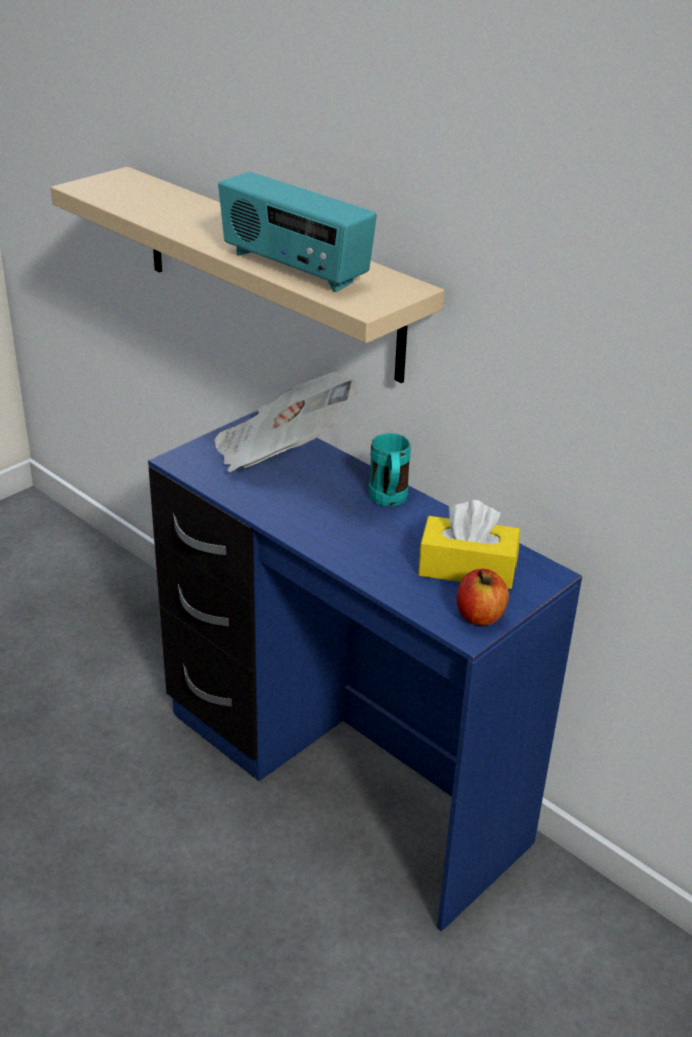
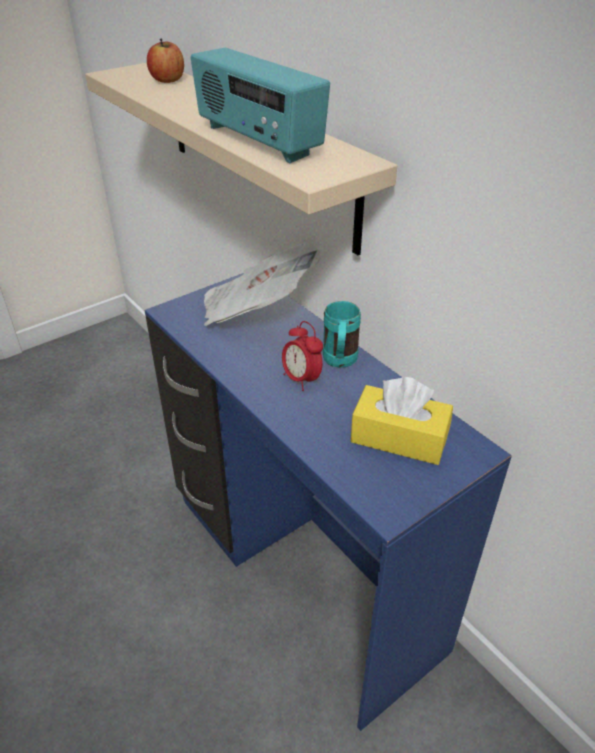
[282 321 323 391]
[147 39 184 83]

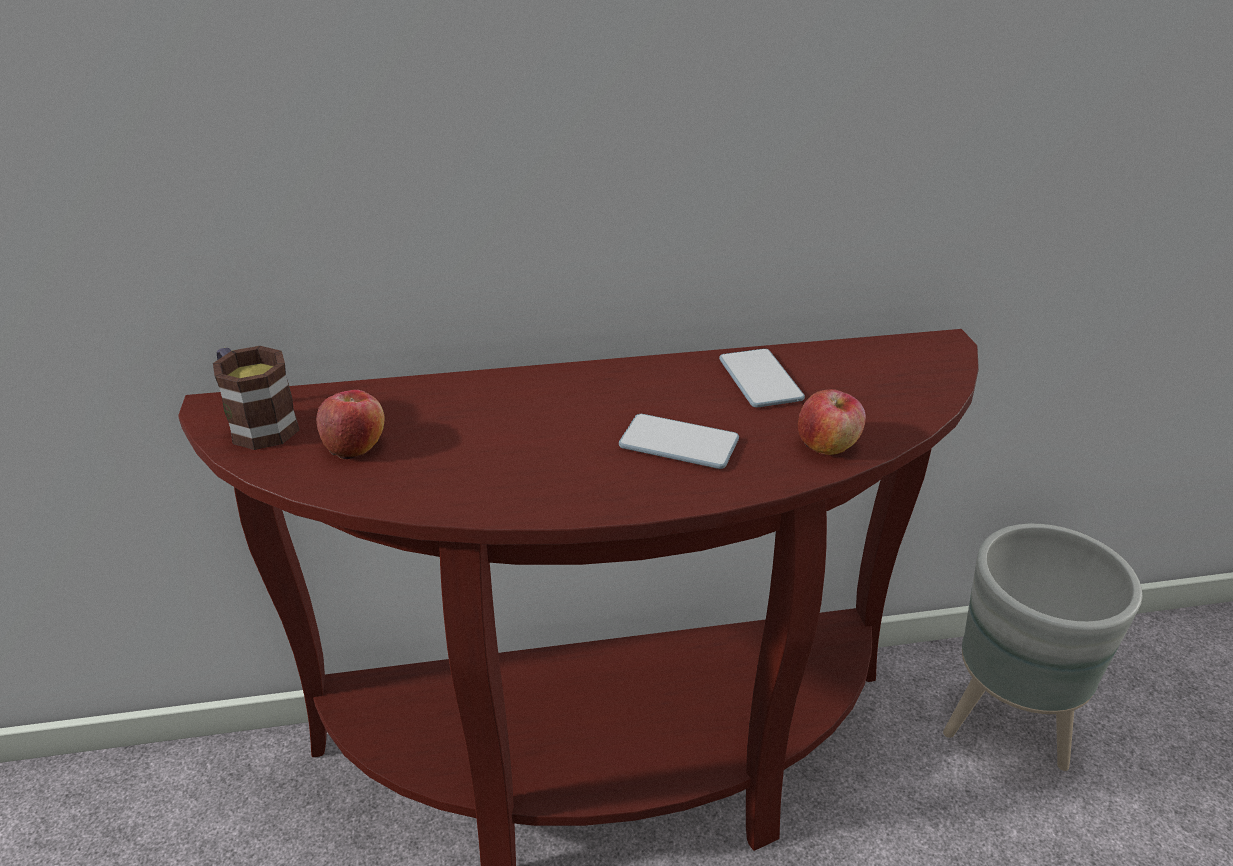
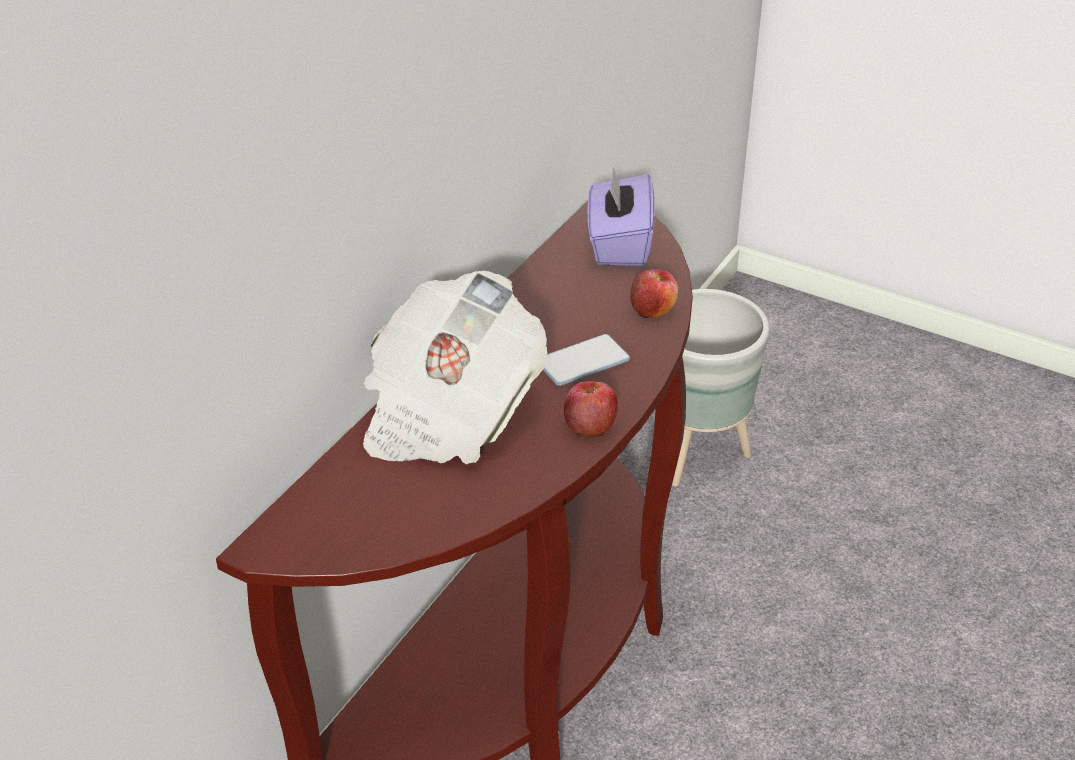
[213 346 299 450] (first image)
[719 349 805 408] (first image)
[363 271 548 464]
[588 167 654 266]
[564 381 618 439]

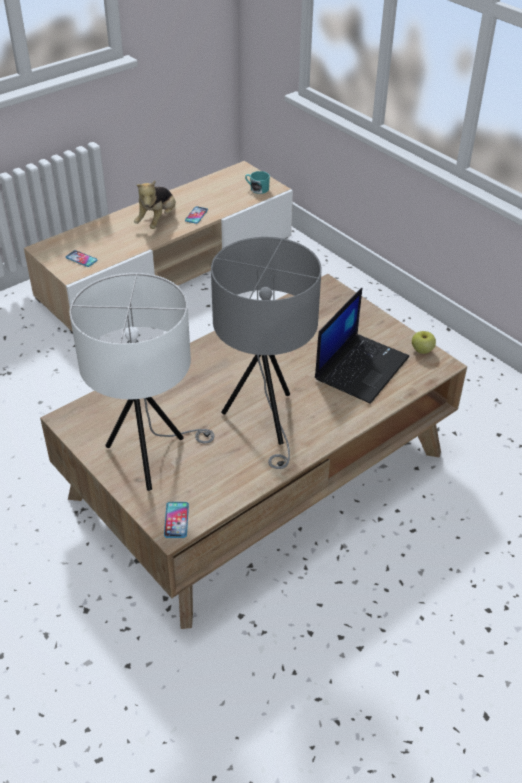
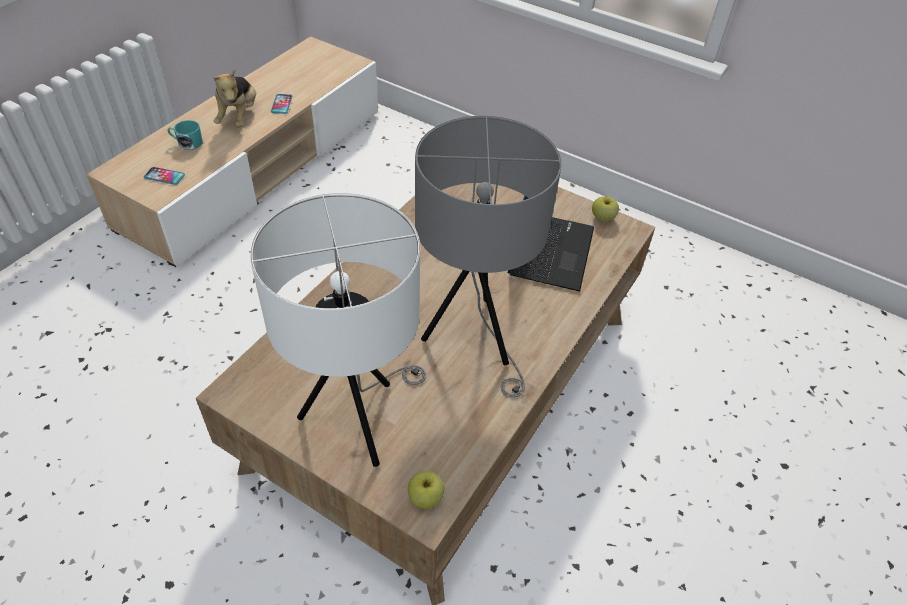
[168 120 203 150]
[408 471 444 509]

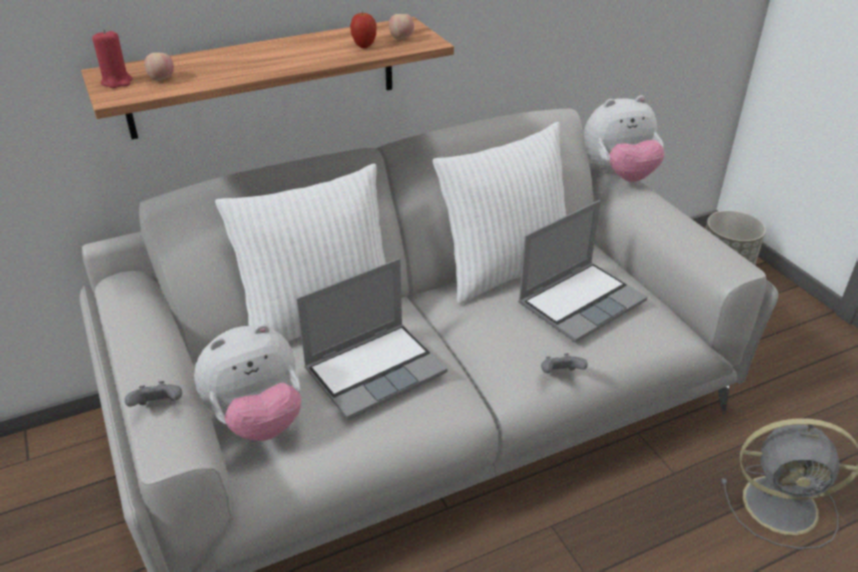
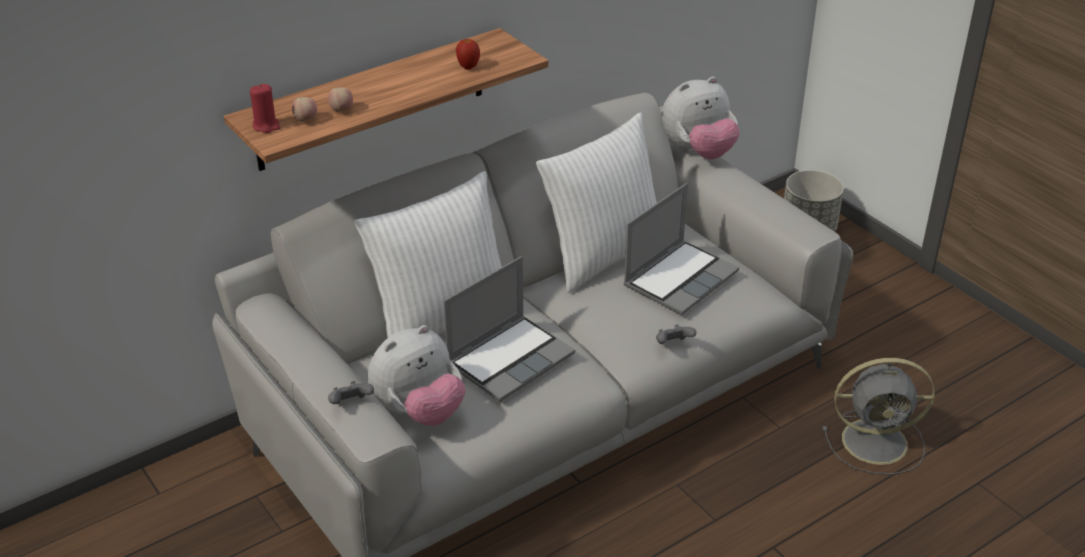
[328 87 353 112]

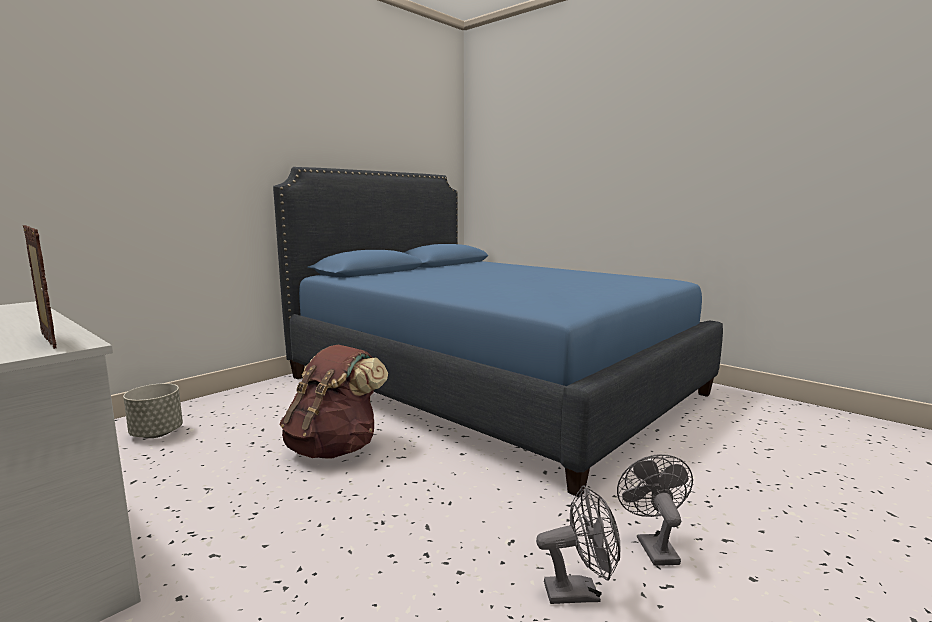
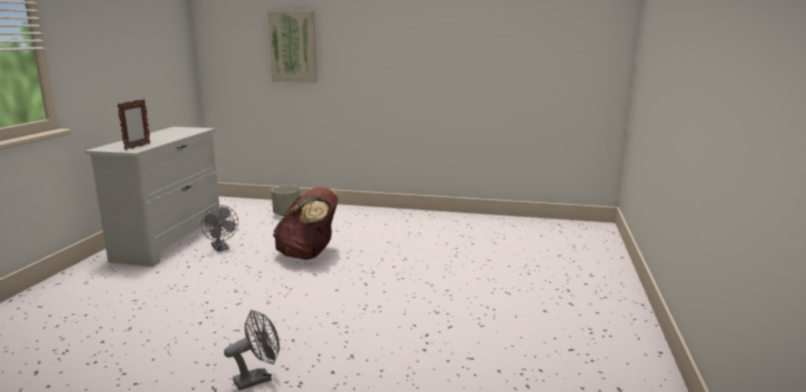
[273 167 723 497] (first image)
[268 11 317 83]
[201 205 238 252]

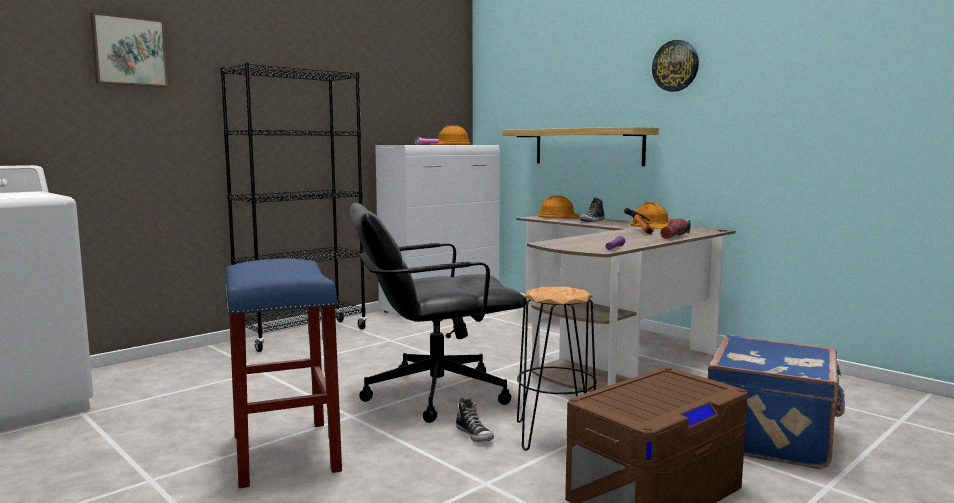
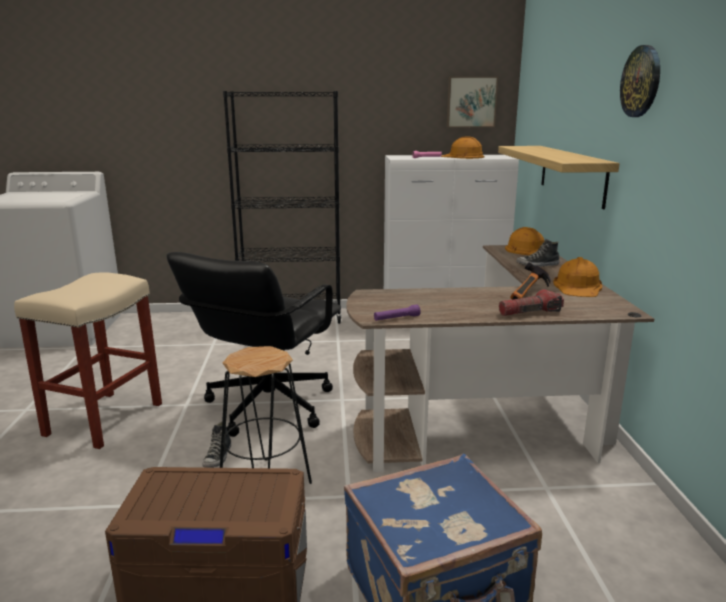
[447 76 498 127]
[14 272 162 449]
[167 252 341 437]

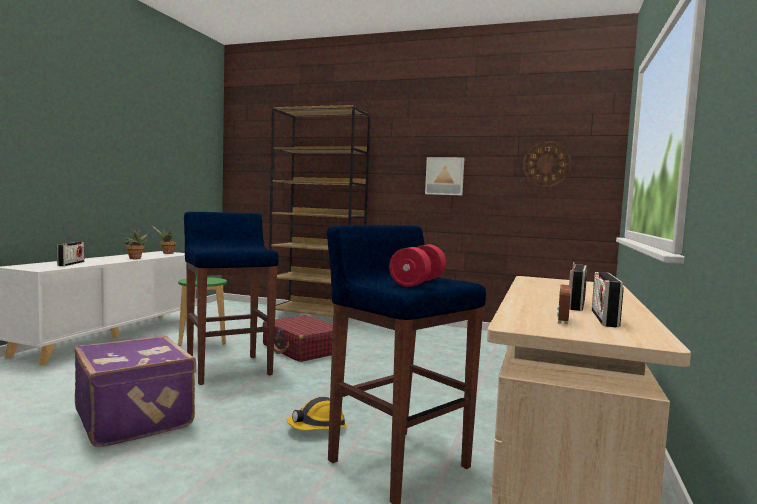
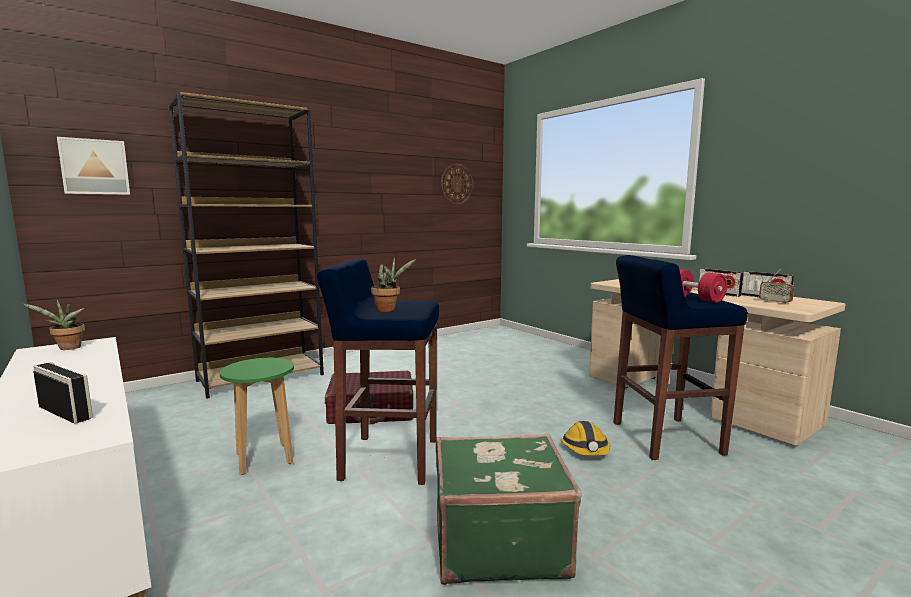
[371 257 416 312]
[57 137 130 195]
[436 434 582 585]

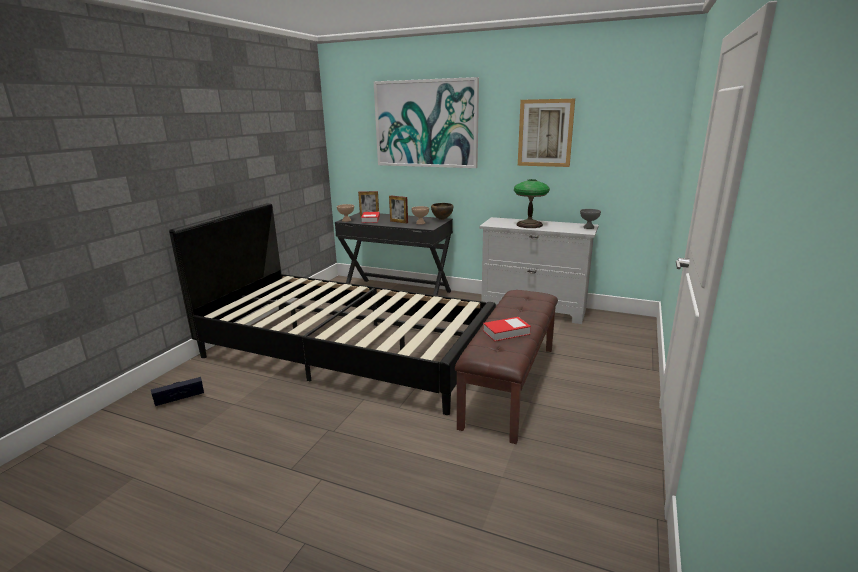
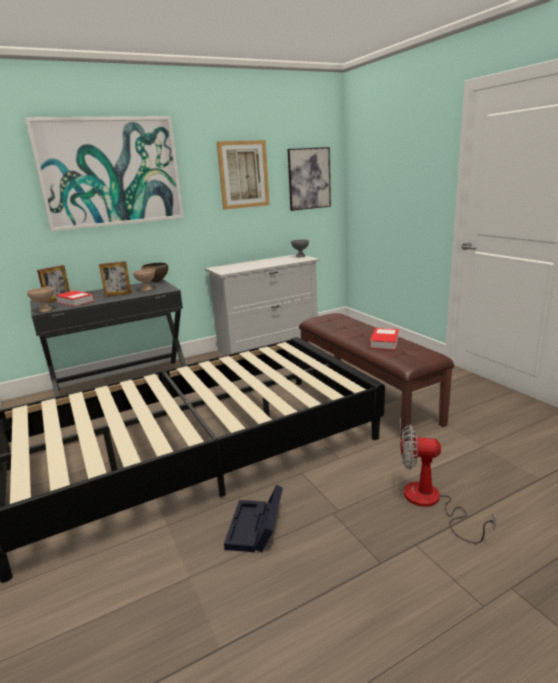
[514 179 550 228] (first image)
[288 147 331 211]
[401 424 496 543]
[224 485 283 552]

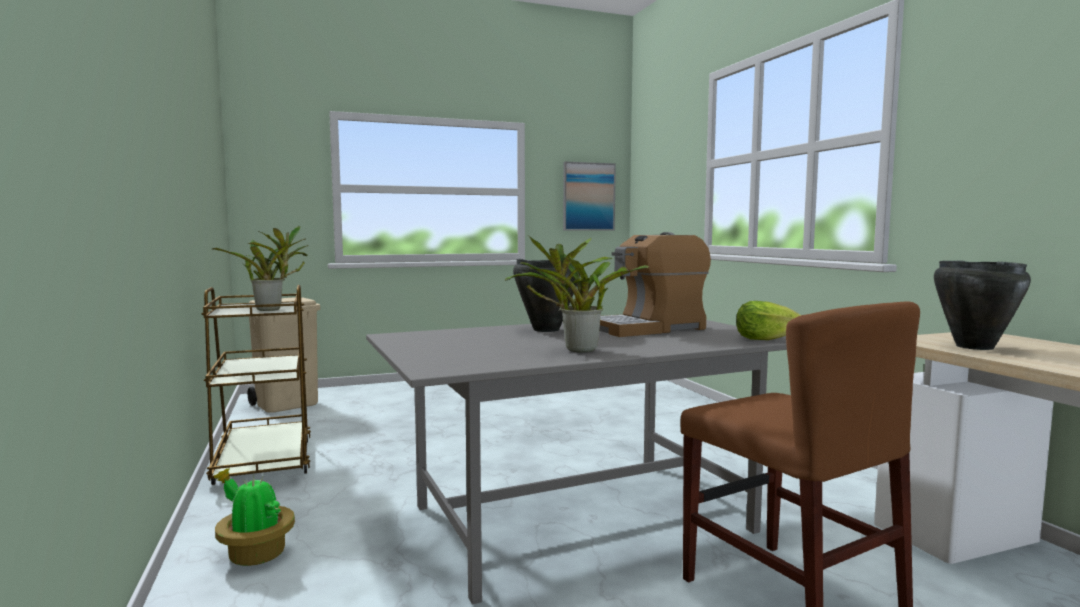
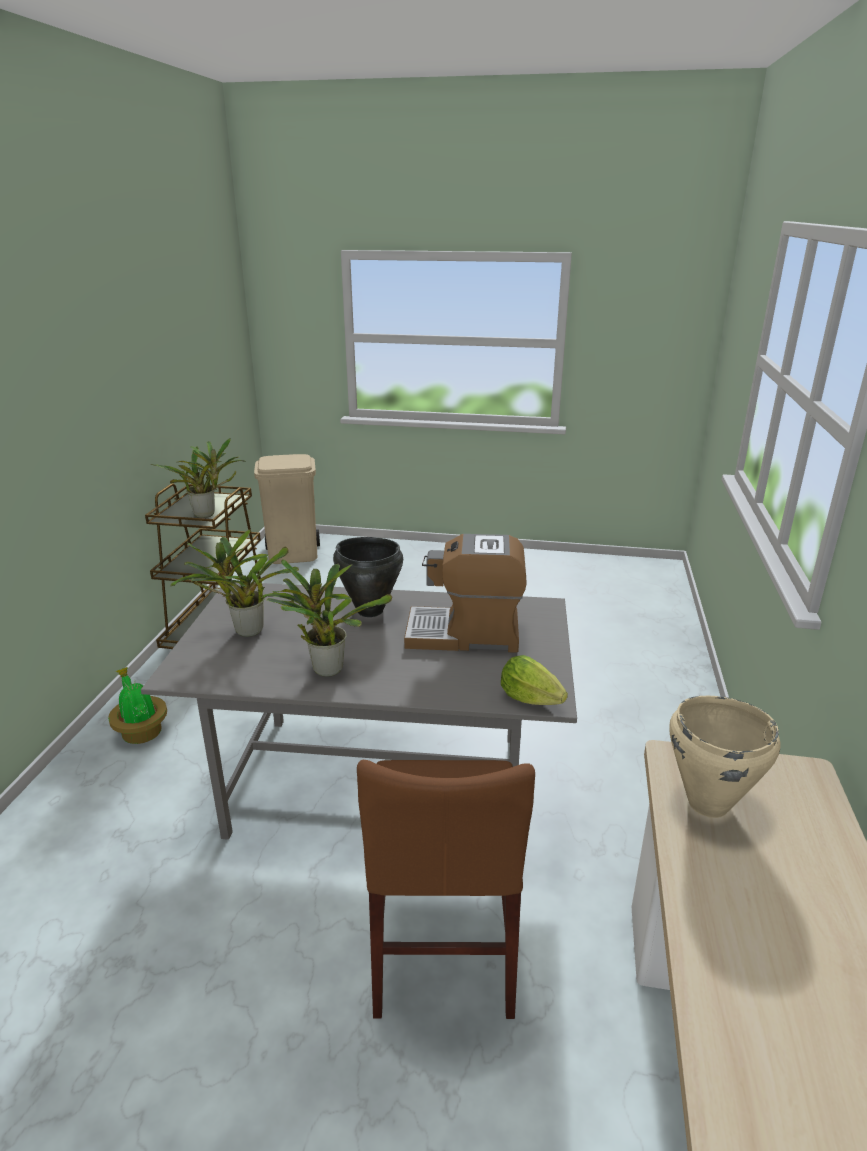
[563 161 616 231] (first image)
[171 529 299 637]
[669 696 781 818]

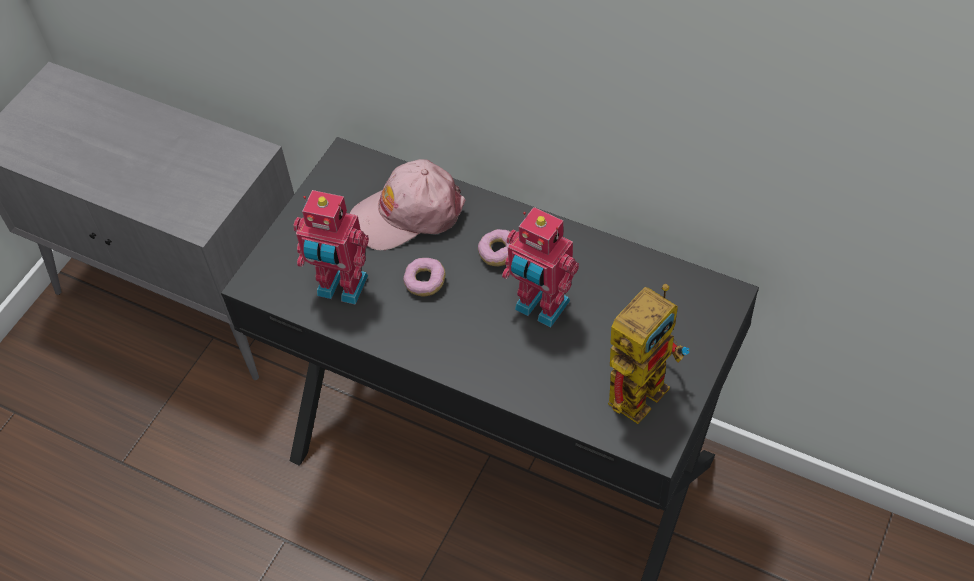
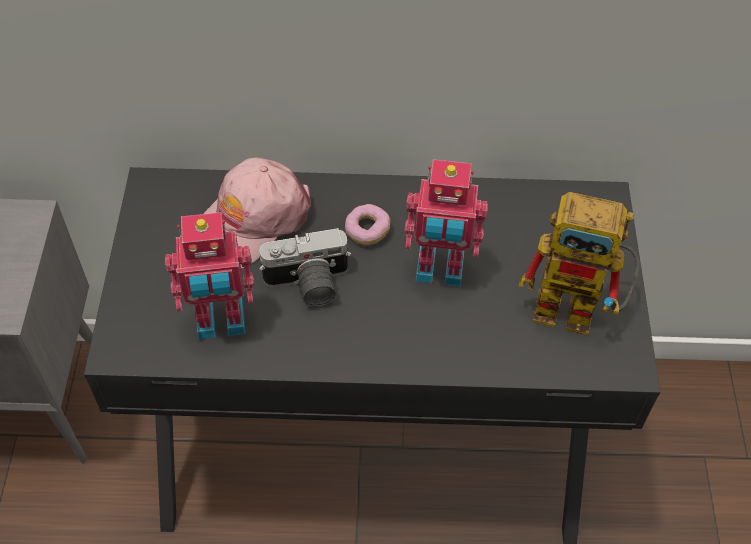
[259 228 351 306]
[519 192 640 335]

